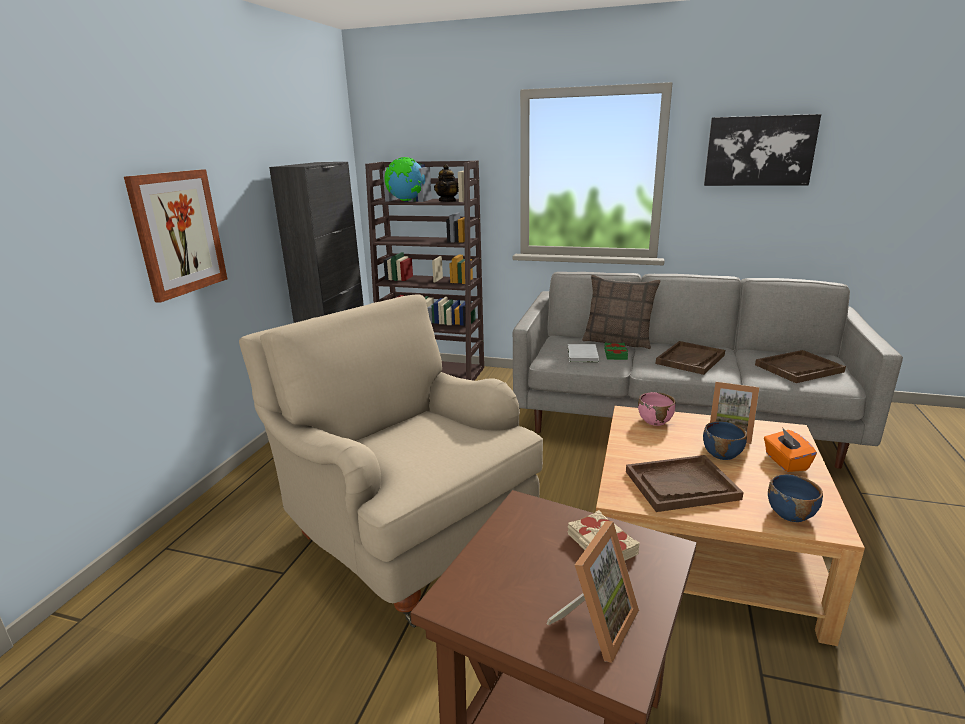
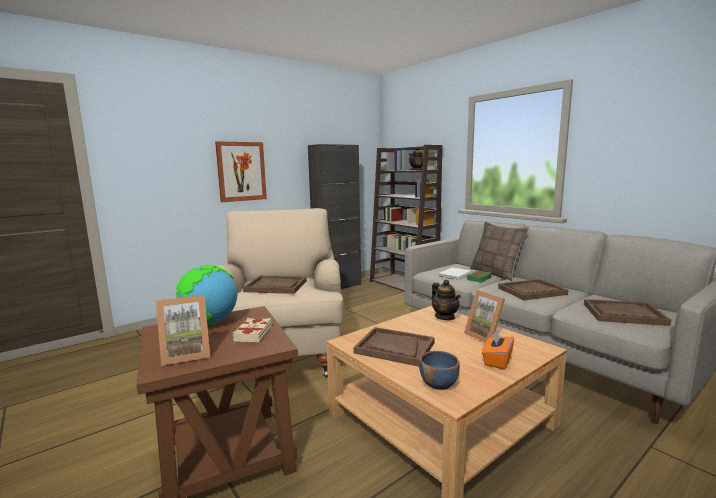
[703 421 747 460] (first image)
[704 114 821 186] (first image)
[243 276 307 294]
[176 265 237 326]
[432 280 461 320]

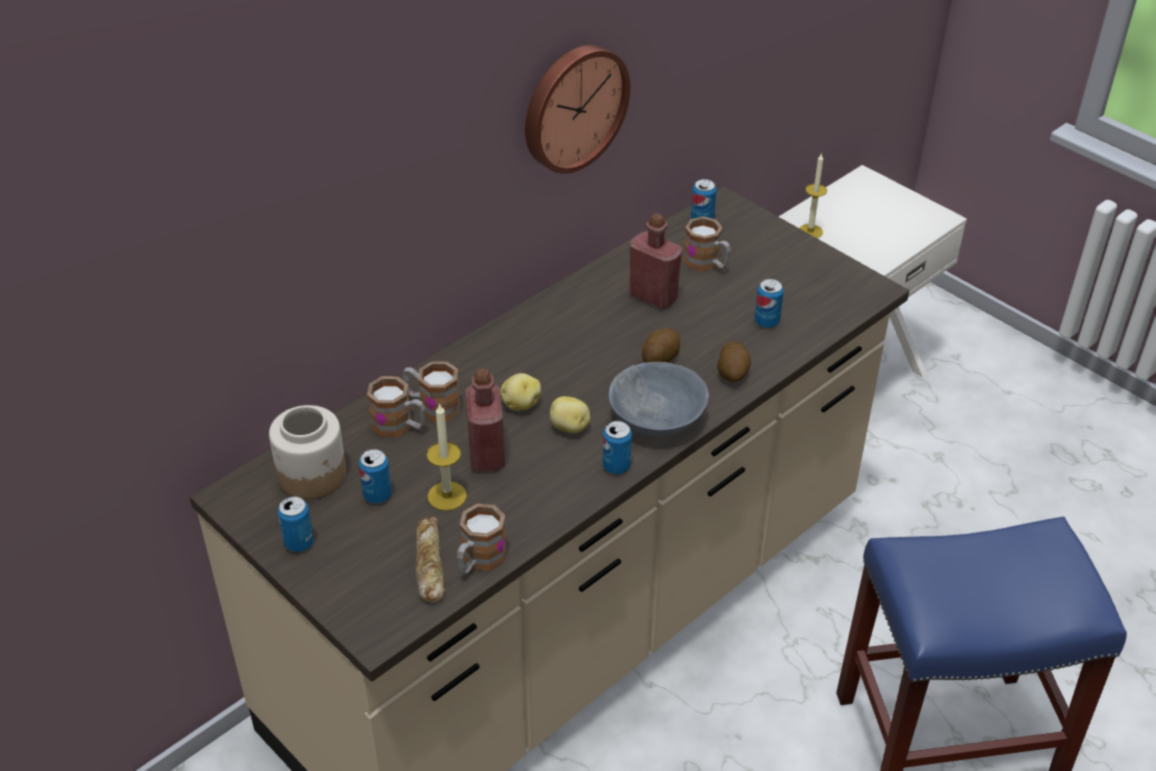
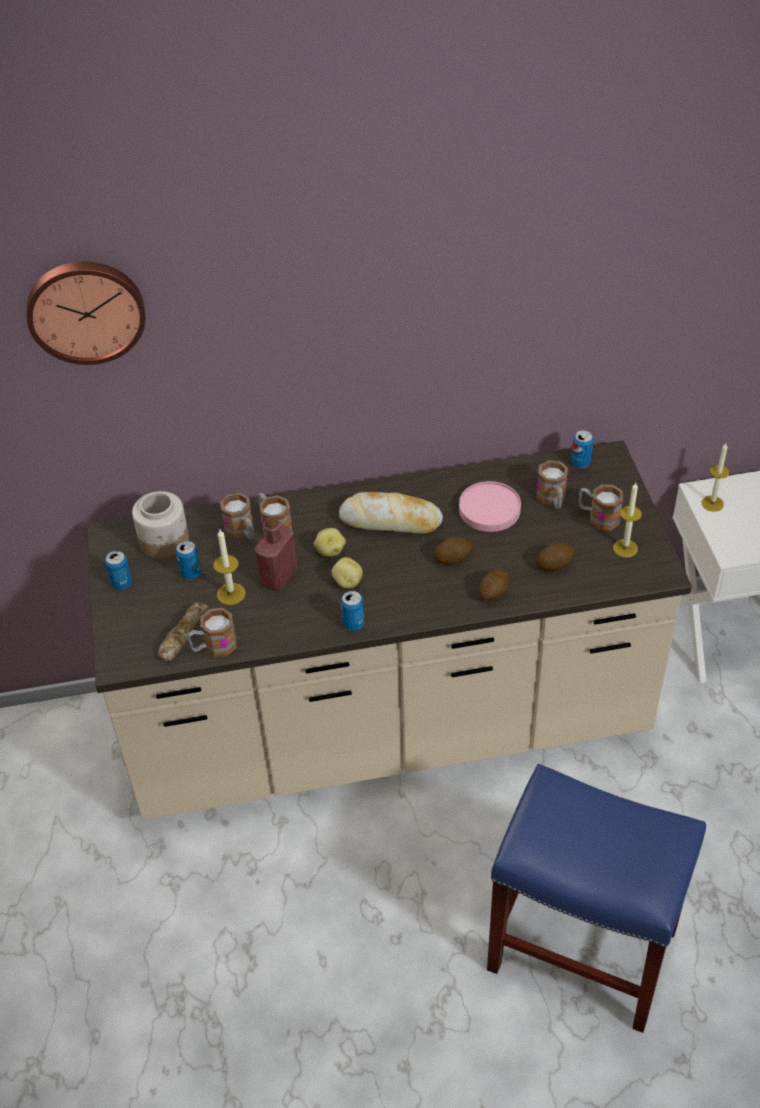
[609 362 709 436] (first image)
[339 492 443 534]
[579 484 623 530]
[613 483 642 558]
[27 262 145 365]
[459 481 521 532]
[537 543 575 571]

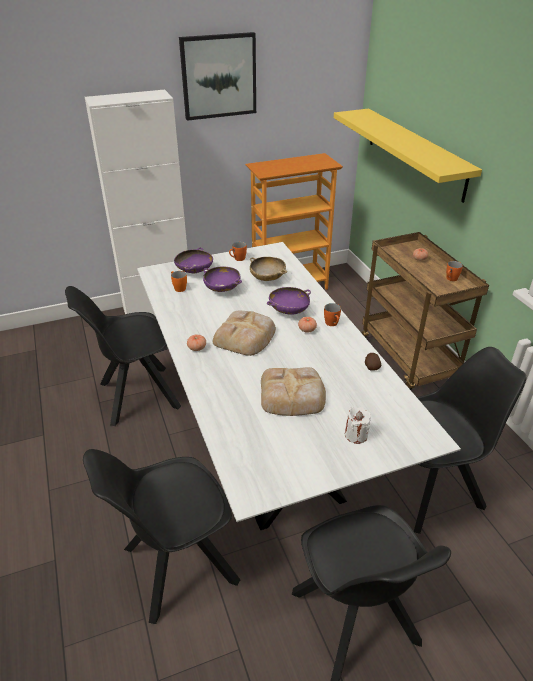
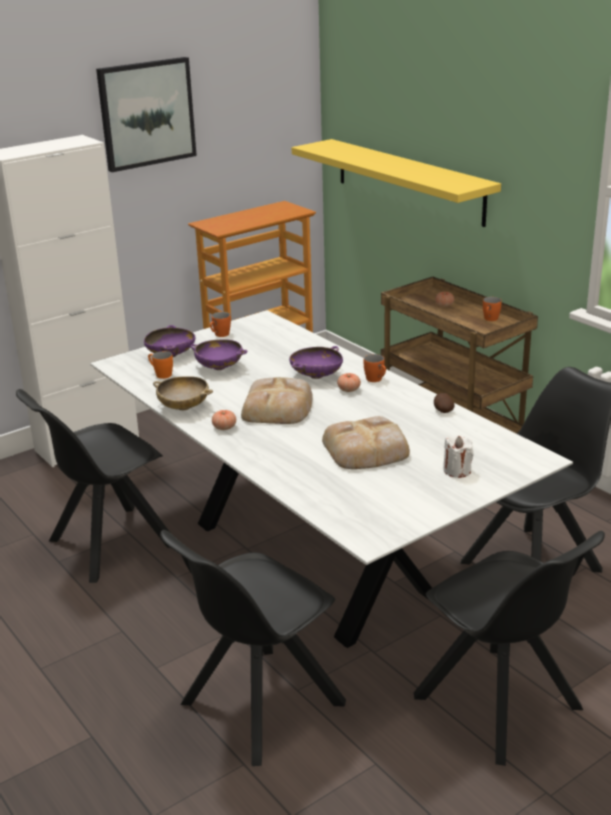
[153 376 213 410]

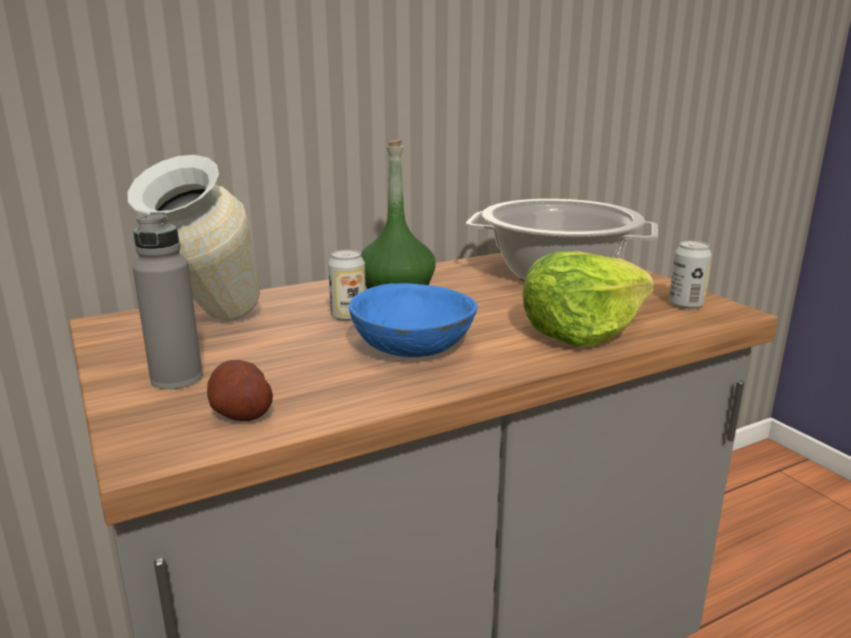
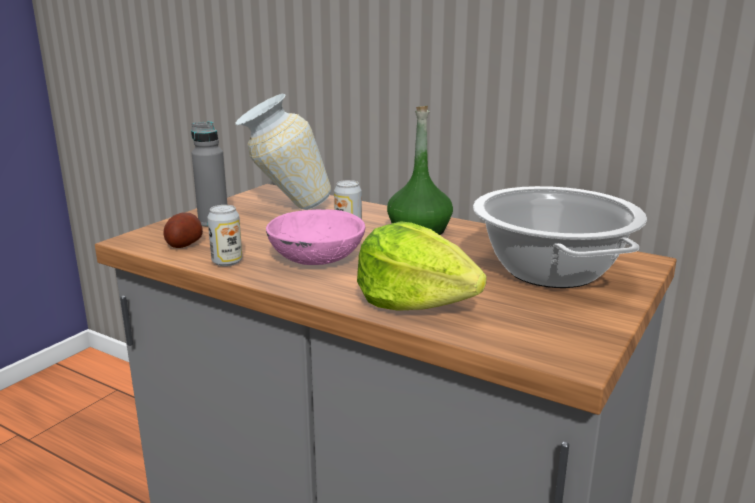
[207 205 242 266]
[266 210 365 265]

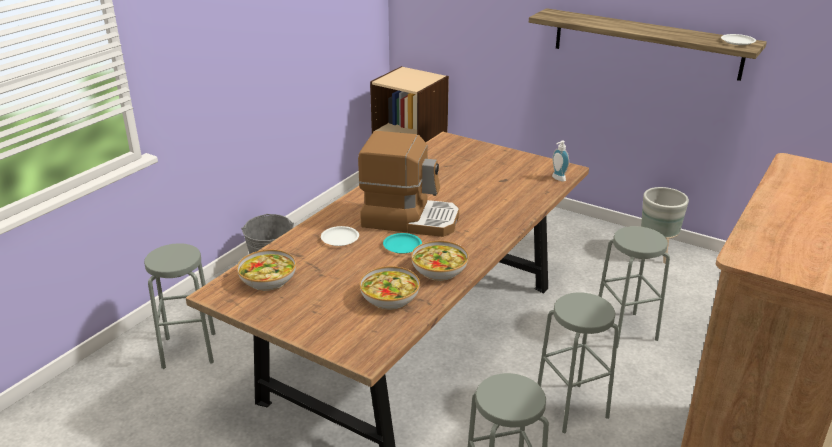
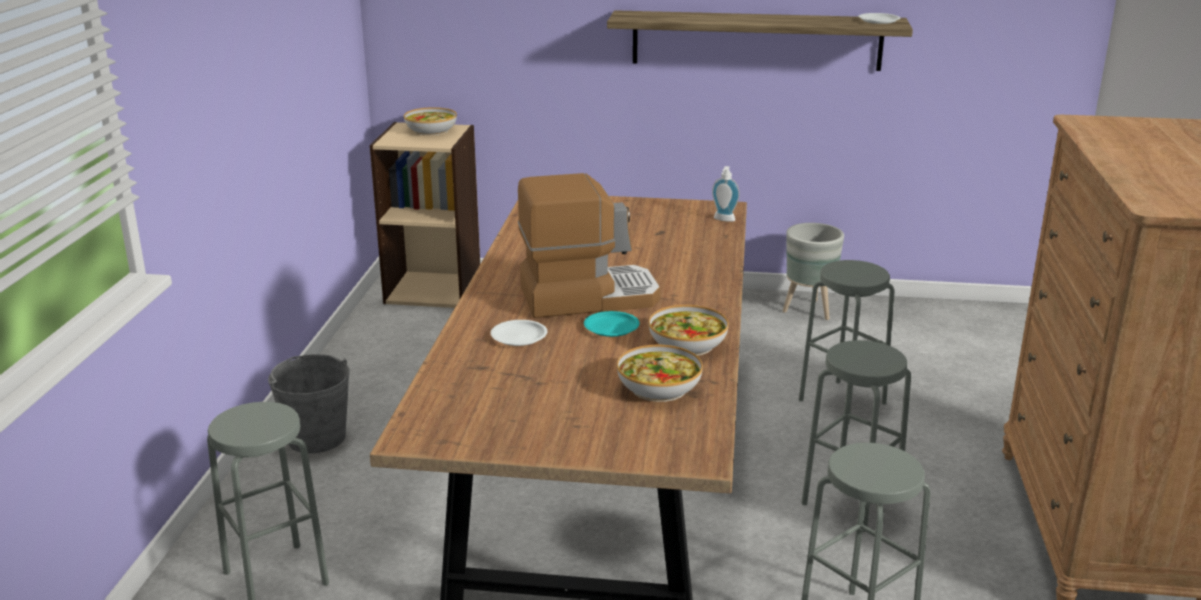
[404 107 457 136]

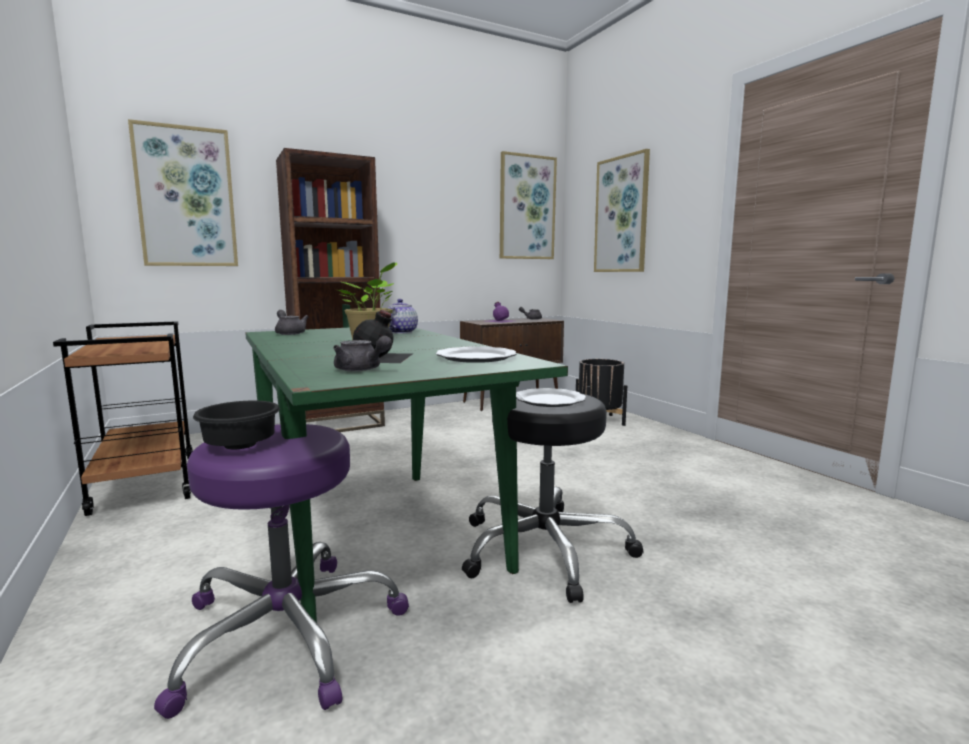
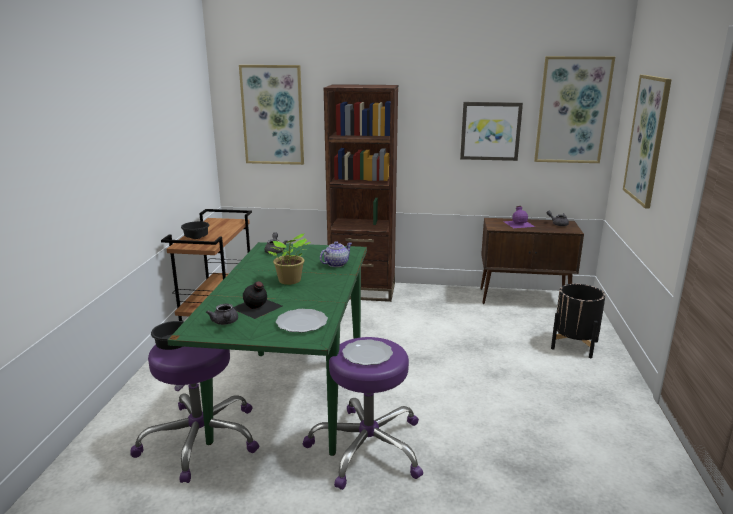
[181 221 210 239]
[460 102 523 161]
[303 337 423 490]

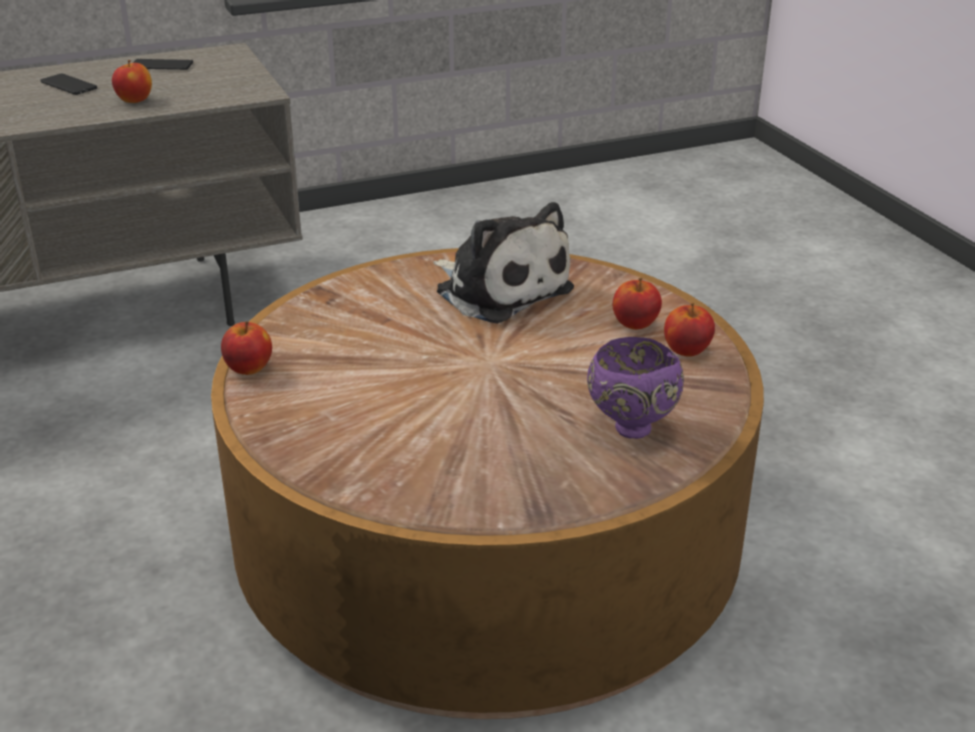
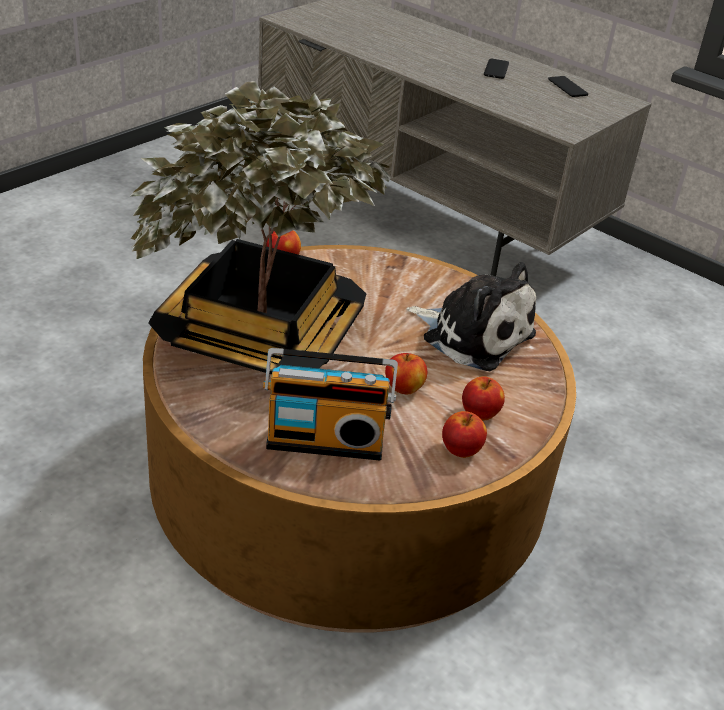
[129 81 391 375]
[385 353 427 394]
[263 348 398 460]
[406 262 536 371]

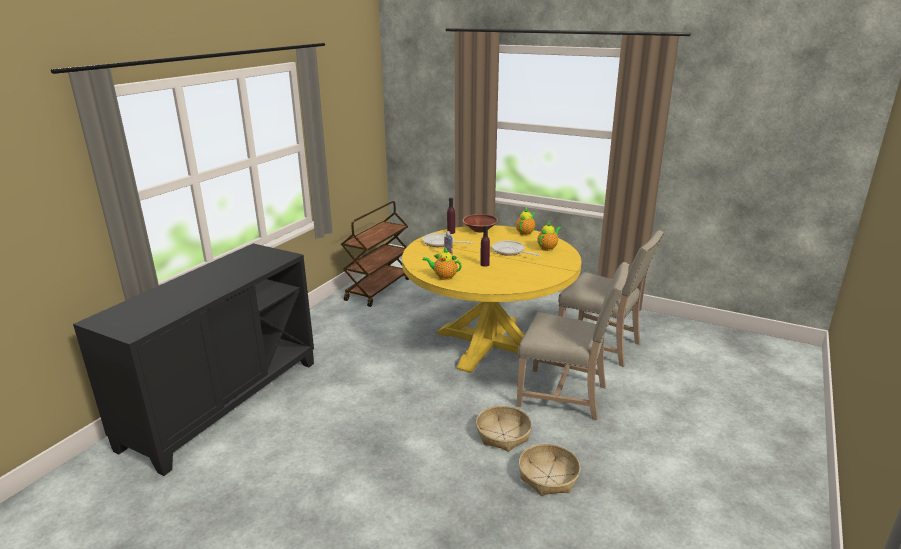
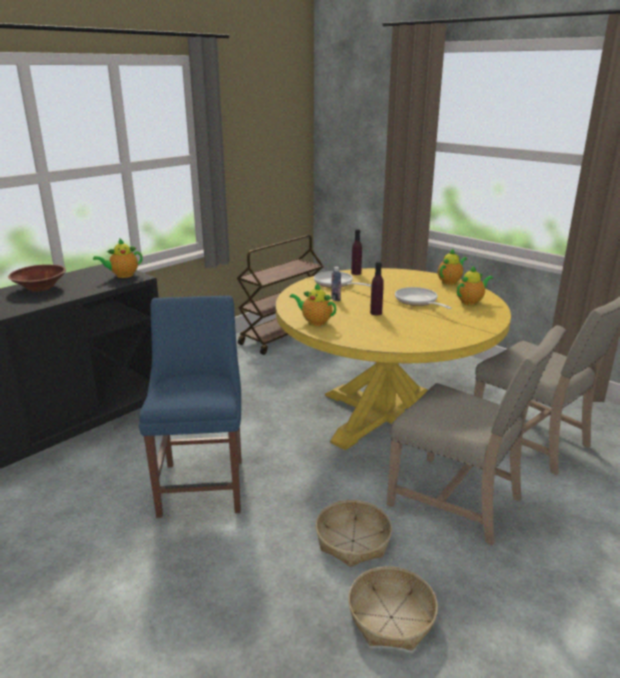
[93 238 143 278]
[139 296 242 518]
[8 264 66 291]

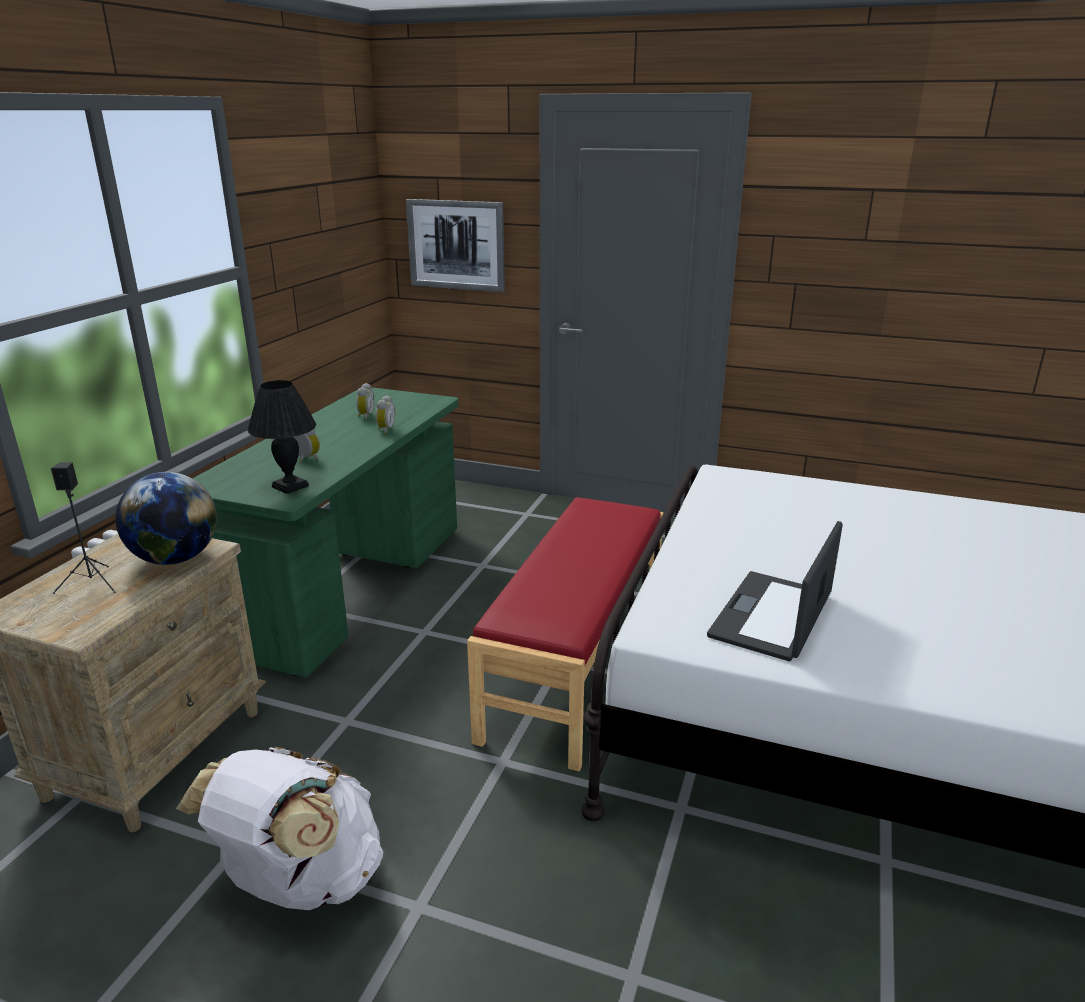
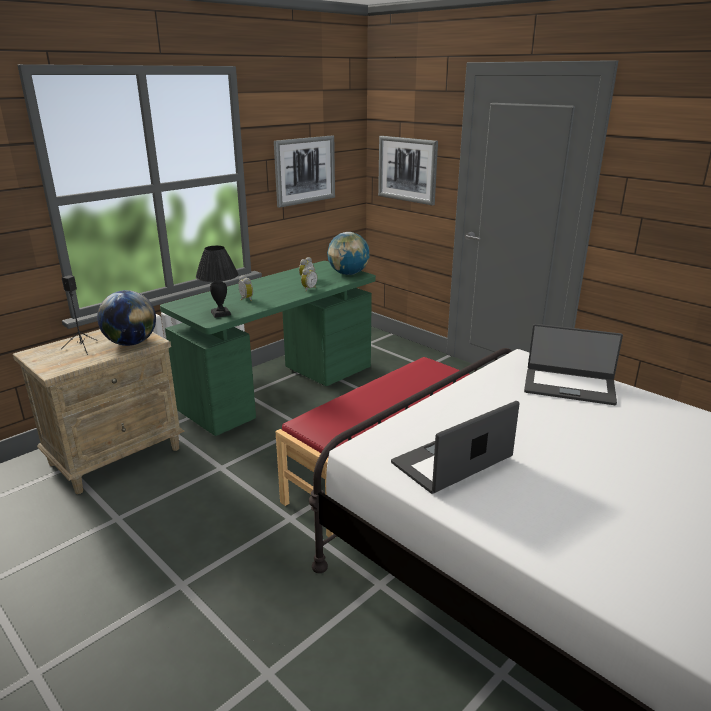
[176 747 383 910] (first image)
[274 136 335 208]
[327 232 370 275]
[524 324 623 405]

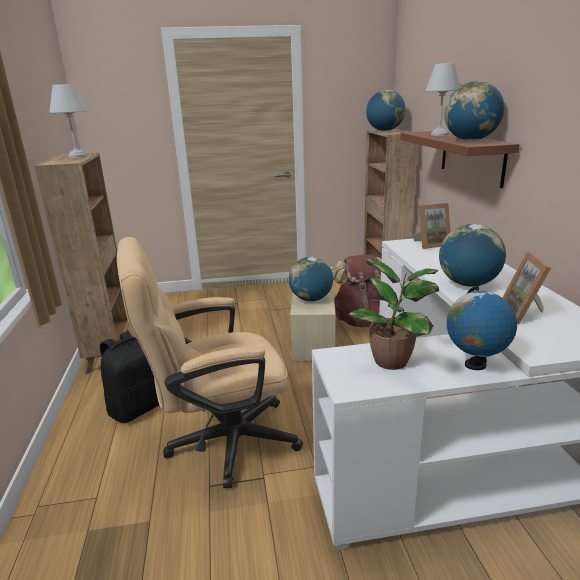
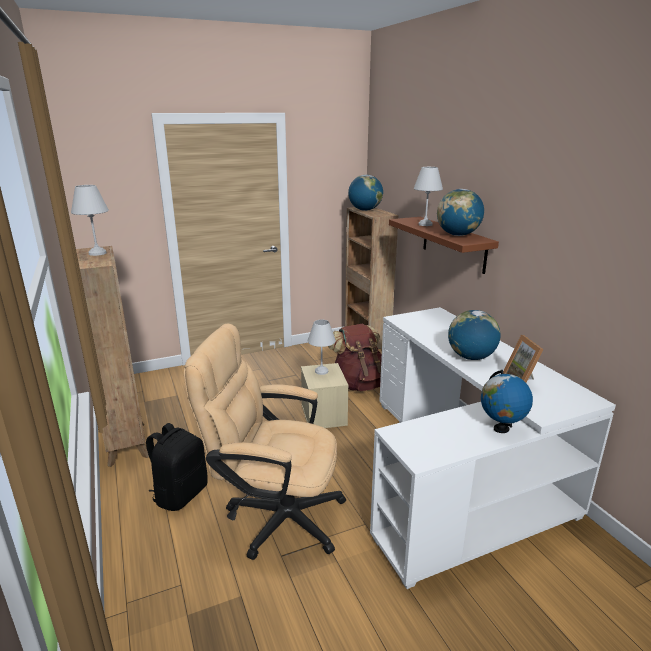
[348 259 439 370] (first image)
[413 203 451 249] (first image)
[308 319 336 375]
[184 323 346 560]

